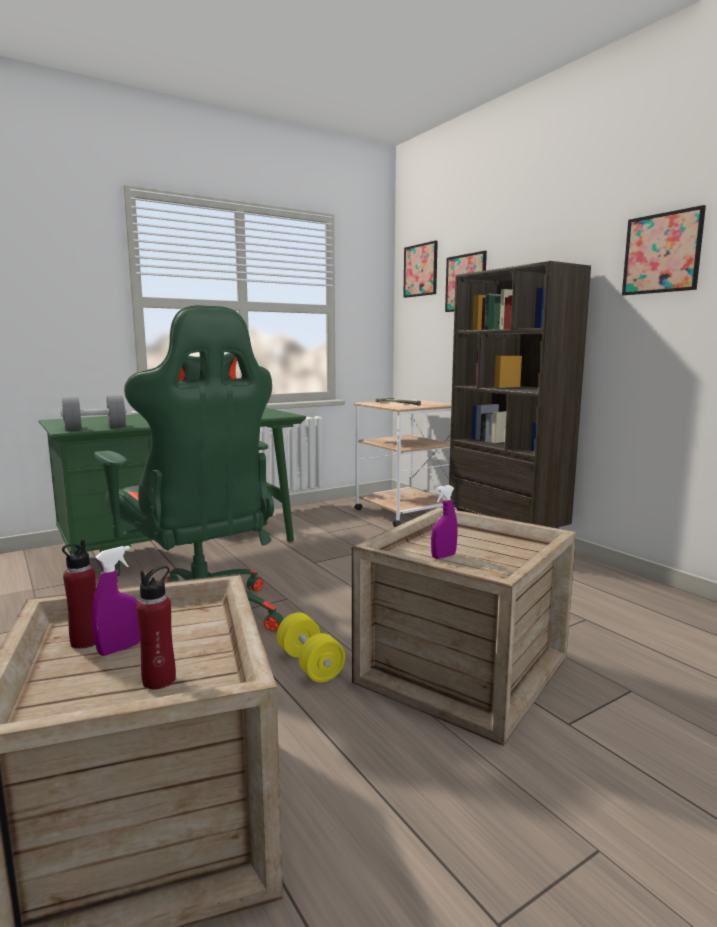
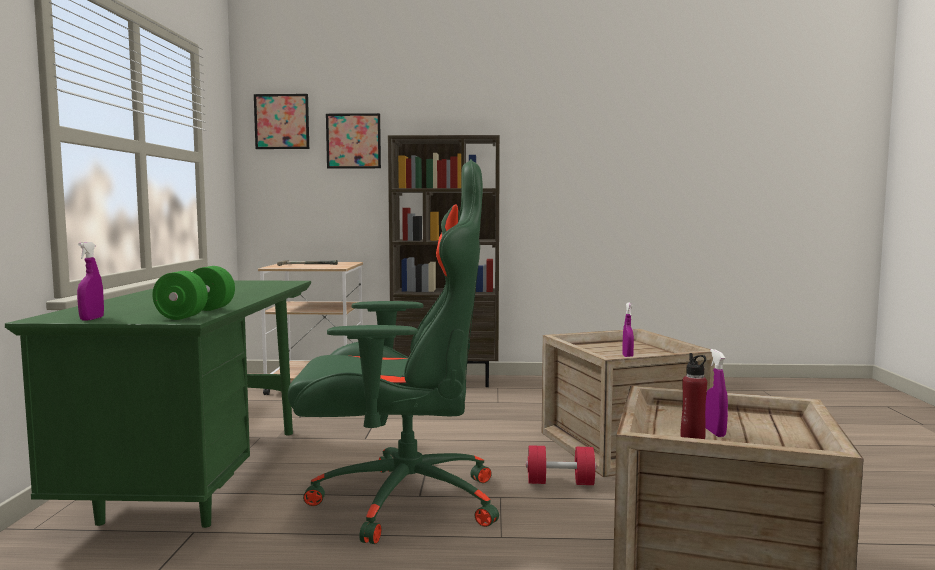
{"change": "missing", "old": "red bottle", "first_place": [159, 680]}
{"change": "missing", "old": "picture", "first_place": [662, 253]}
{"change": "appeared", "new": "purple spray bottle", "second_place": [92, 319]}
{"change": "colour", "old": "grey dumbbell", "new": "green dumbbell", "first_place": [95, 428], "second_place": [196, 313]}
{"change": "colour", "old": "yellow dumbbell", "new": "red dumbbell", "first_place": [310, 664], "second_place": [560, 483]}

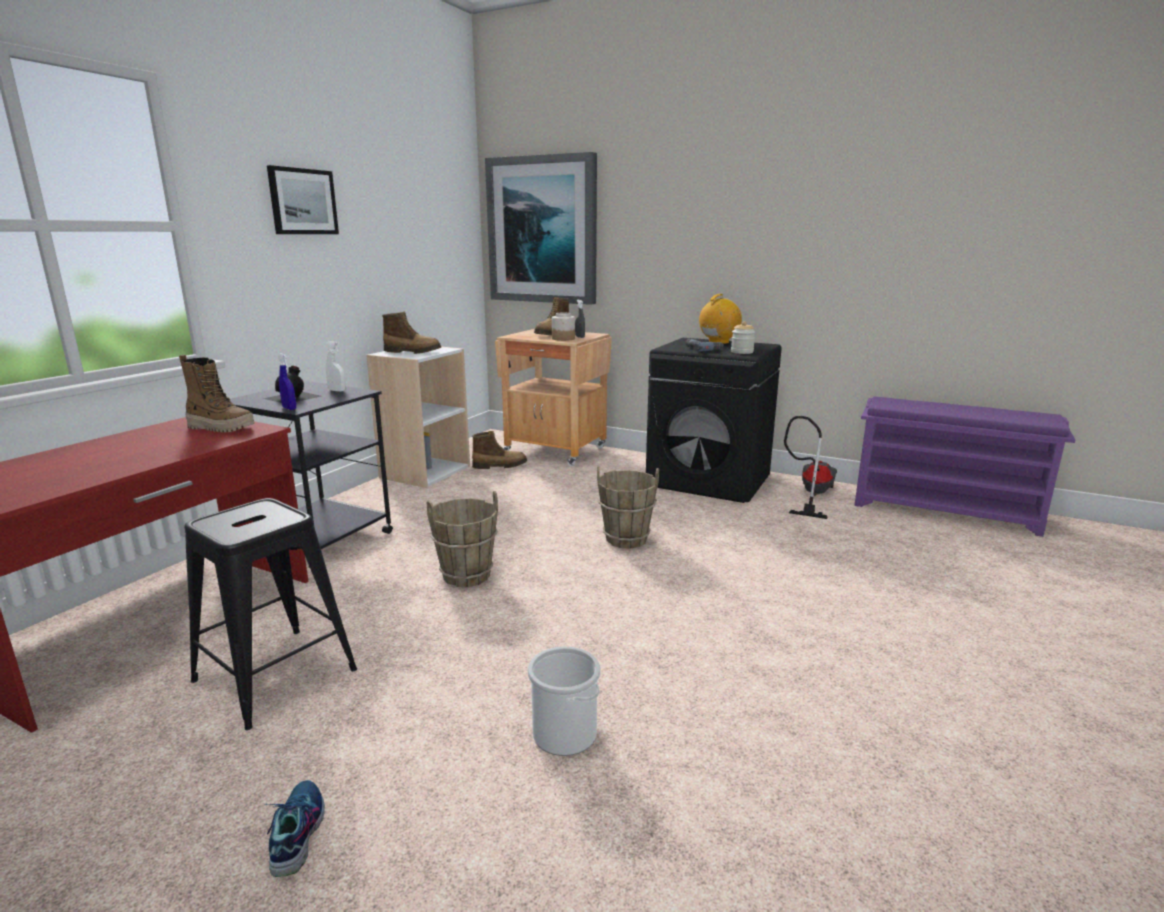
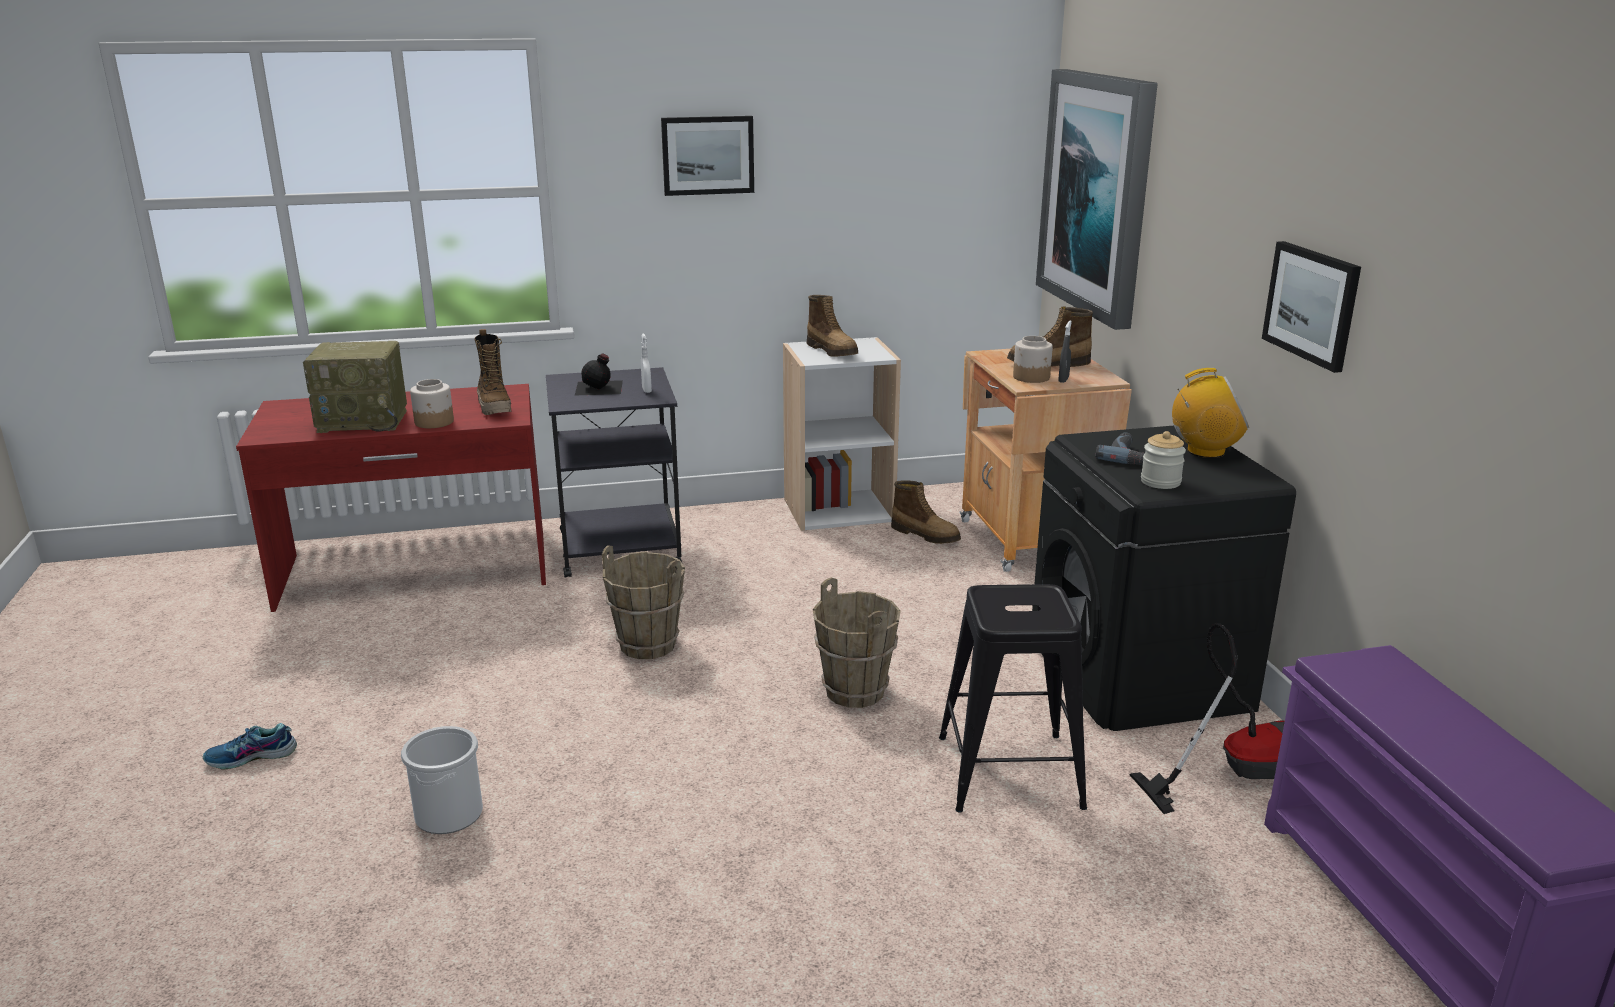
{"change": "missing", "old": "blue spray bottle", "first_place": [289, 408]}
{"change": "appeared", "new": "radio", "second_place": [365, 421]}
{"change": "appeared", "new": "jar", "second_place": [434, 422]}
{"change": "appeared", "new": "picture", "second_place": [1312, 304]}
{"change": "relocated", "old": "black stool", "first_place": [275, 675], "second_place": [1010, 771]}
{"change": "spun", "old": "shoe", "first_place": [296, 833], "second_place": [251, 757], "degrees": -150}

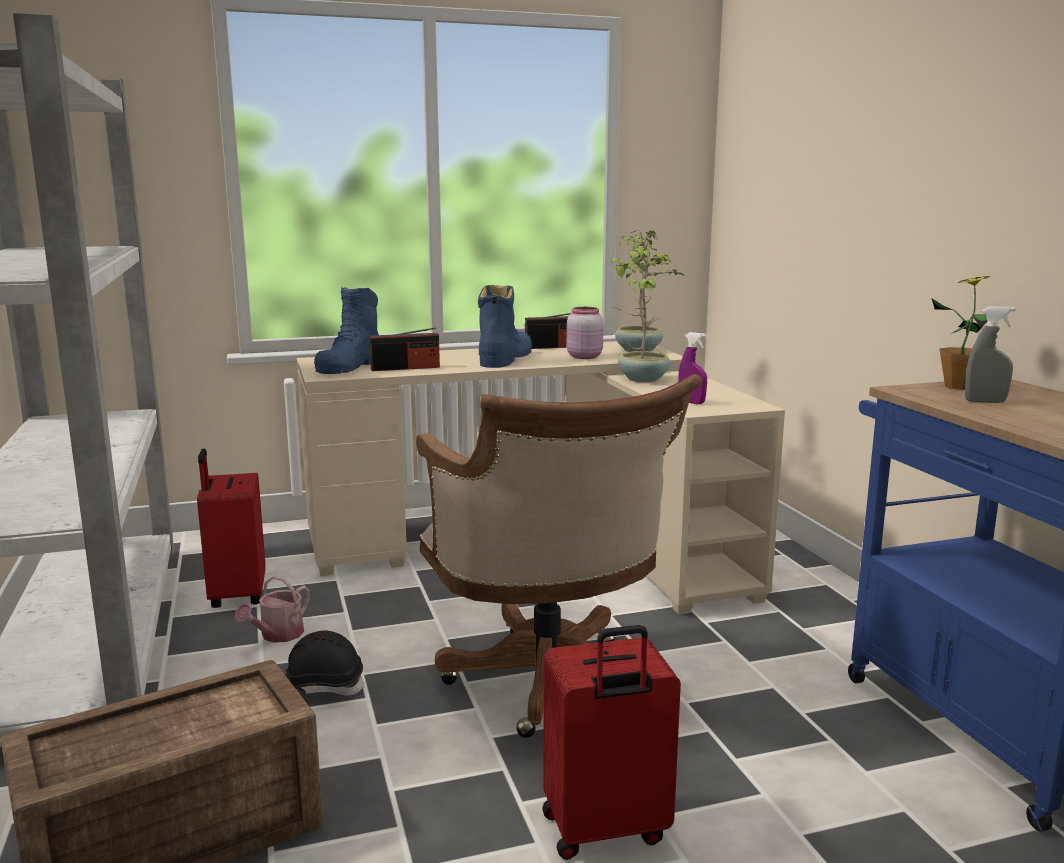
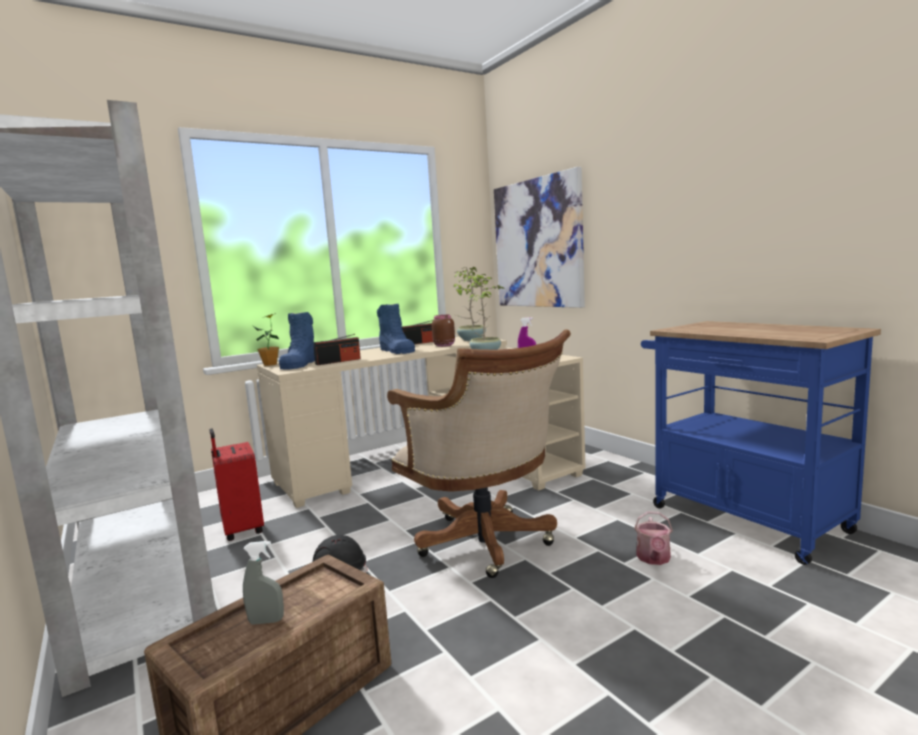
{"change": "missing", "old": "red suitcase", "first_place": [605, 830]}
{"change": "appeared", "new": "picture", "second_place": [537, 243]}
{"change": "relocated", "old": "watering can", "first_place": [278, 635], "second_place": [654, 559]}
{"change": "relocated", "old": "potted plant", "first_place": [958, 386], "second_place": [270, 364]}
{"change": "relocated", "old": "grey spray bottle", "first_place": [985, 401], "second_place": [266, 621]}
{"change": "colour", "old": "pink jar", "new": "brown jar", "first_place": [584, 357], "second_place": [444, 345]}
{"change": "spun", "old": "blue boot", "first_place": [505, 359], "second_place": [397, 351], "degrees": 150}

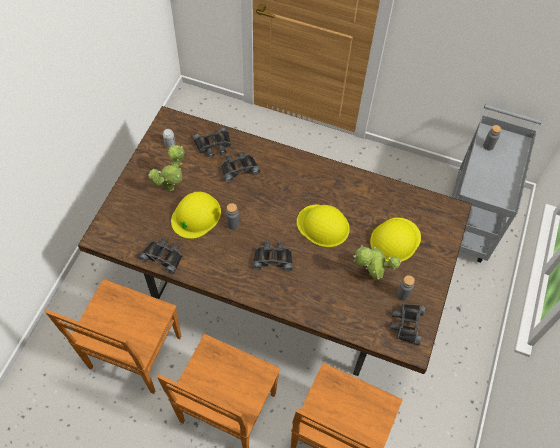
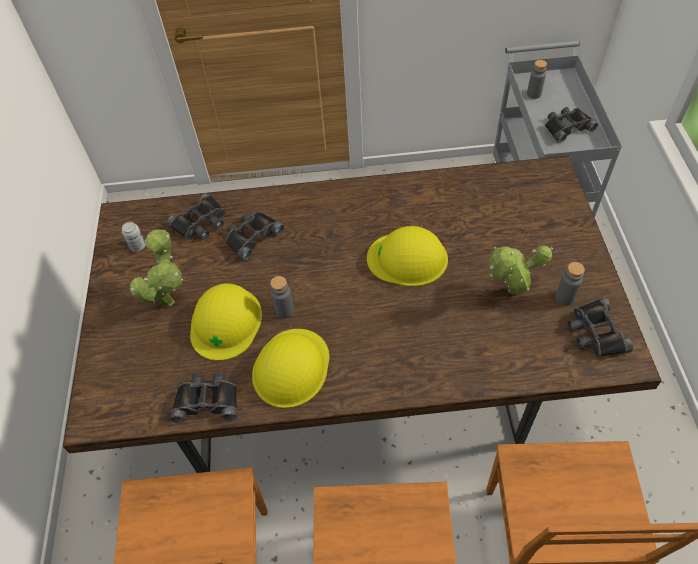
{"change": "relocated", "old": "black binoculars", "first_place": [273, 258], "second_place": [567, 127]}
{"change": "relocated", "old": "yellow hard hat", "first_place": [395, 240], "second_place": [291, 368]}

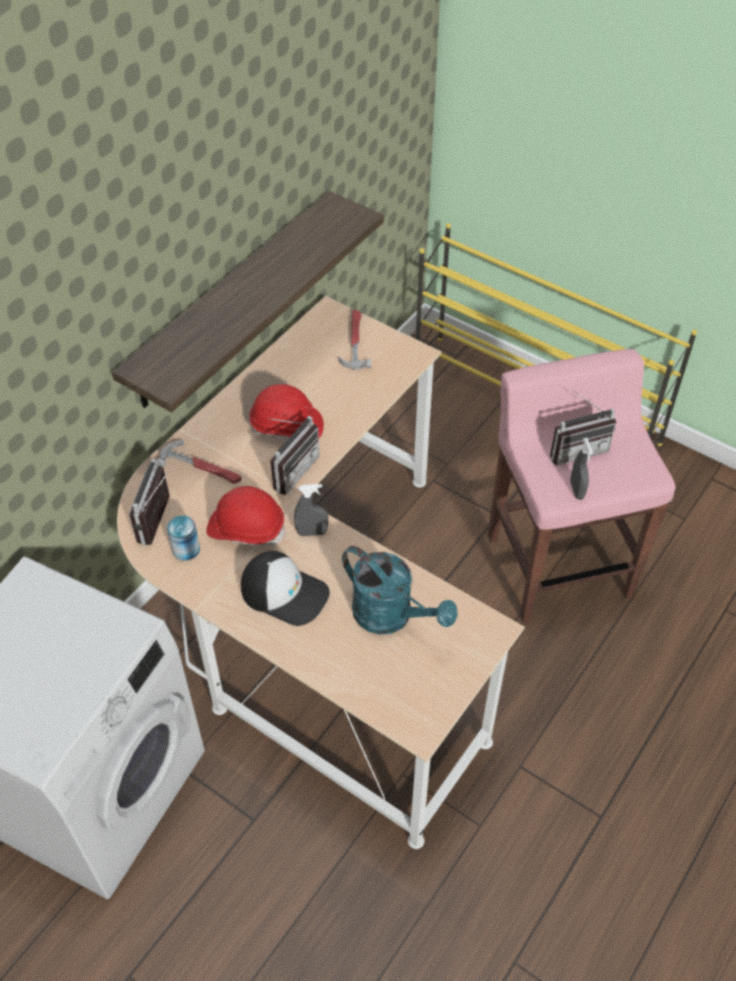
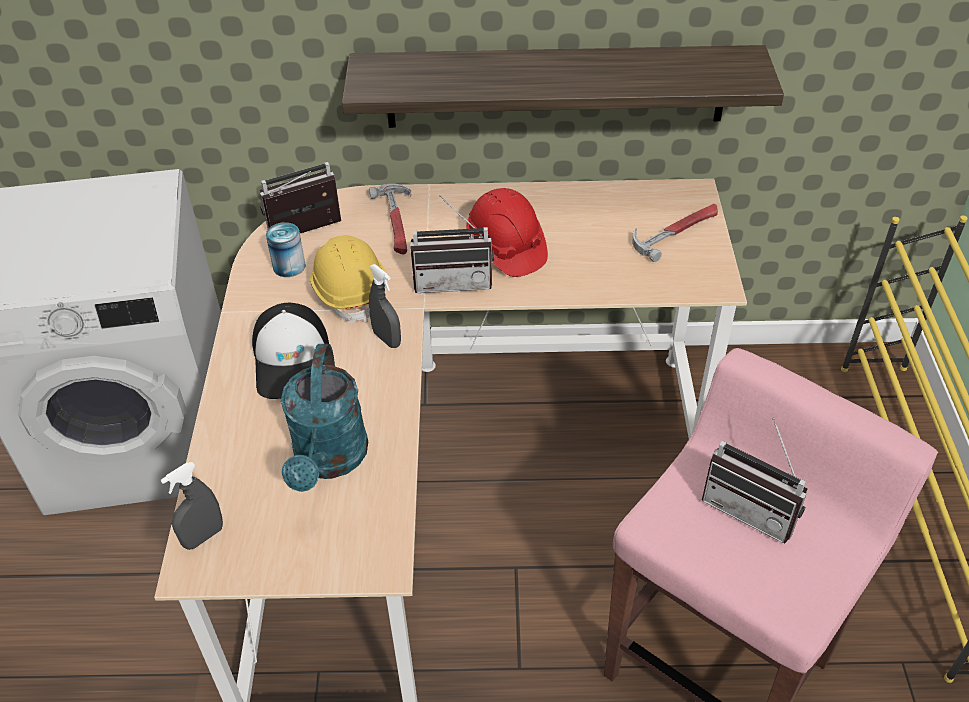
{"change": "relocated", "old": "grey spray bottle", "first_place": [577, 490], "second_place": [203, 537]}
{"change": "colour", "old": "red hard hat", "new": "yellow hard hat", "first_place": [246, 528], "second_place": [349, 291]}

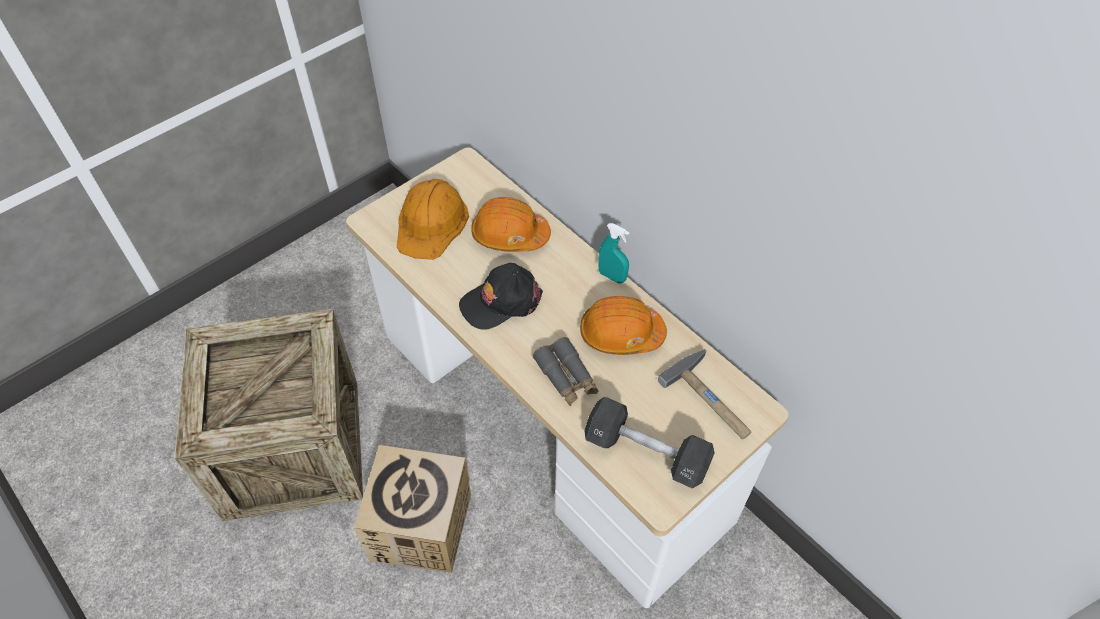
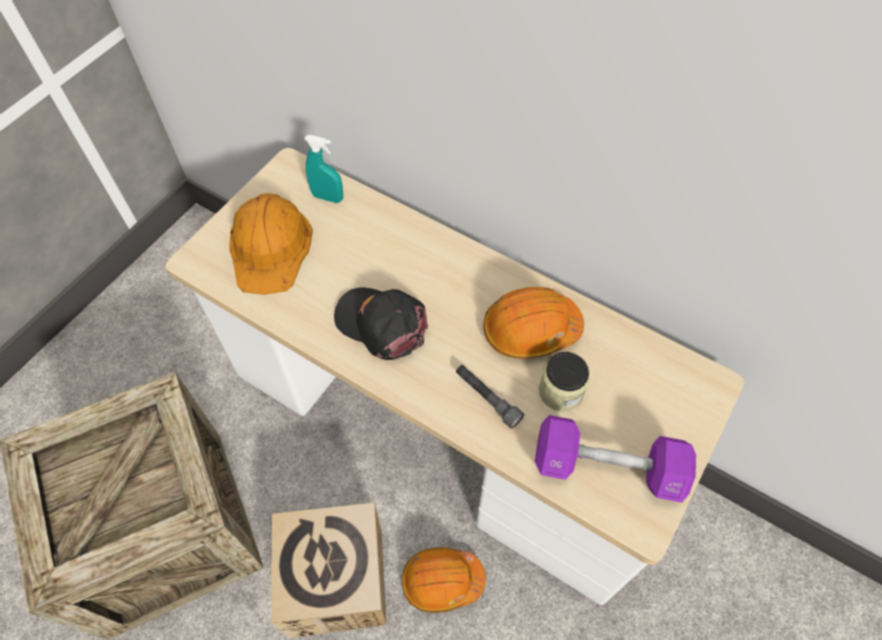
{"change": "missing", "old": "hammer", "first_place": [712, 400]}
{"change": "appeared", "new": "jar", "second_place": [560, 391]}
{"change": "relocated", "old": "orange hard hat", "first_place": [509, 235], "second_place": [442, 581]}
{"change": "relocated", "old": "turquoise spray bottle", "first_place": [612, 276], "second_place": [327, 197]}
{"change": "exchanged", "old": "grey binoculars", "new": "grey flashlight", "first_place": [566, 377], "second_place": [487, 398]}
{"change": "colour", "old": "black dumbbell", "new": "purple dumbbell", "first_place": [646, 452], "second_place": [607, 467]}
{"change": "spun", "old": "black cap", "first_place": [501, 301], "second_place": [382, 324], "degrees": 75}

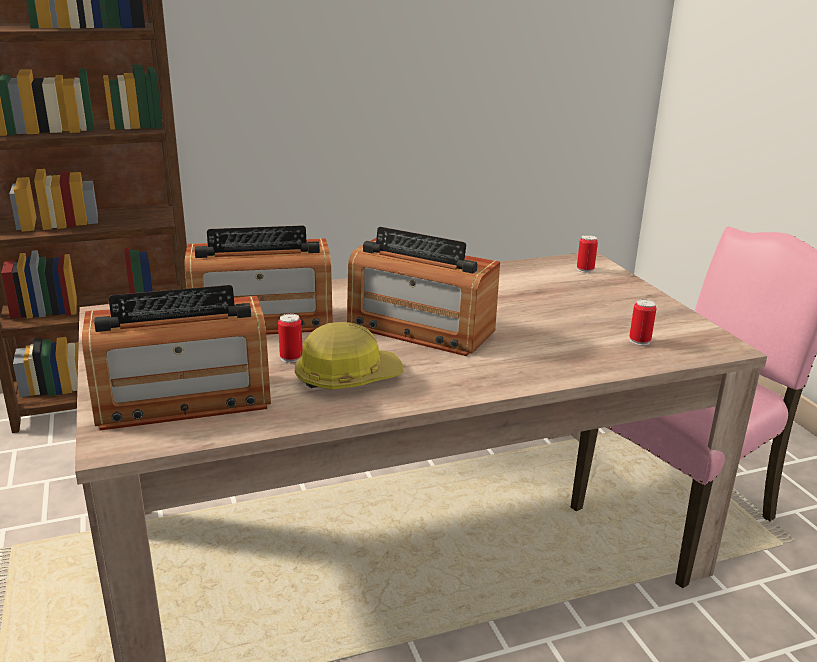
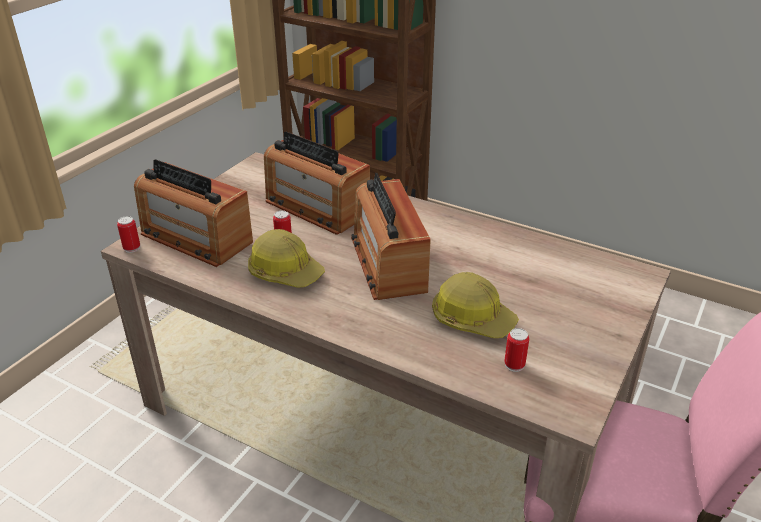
{"change": "appeared", "new": "hard hat", "second_place": [472, 318]}
{"change": "relocated", "old": "can", "first_place": [585, 270], "second_place": [132, 248]}

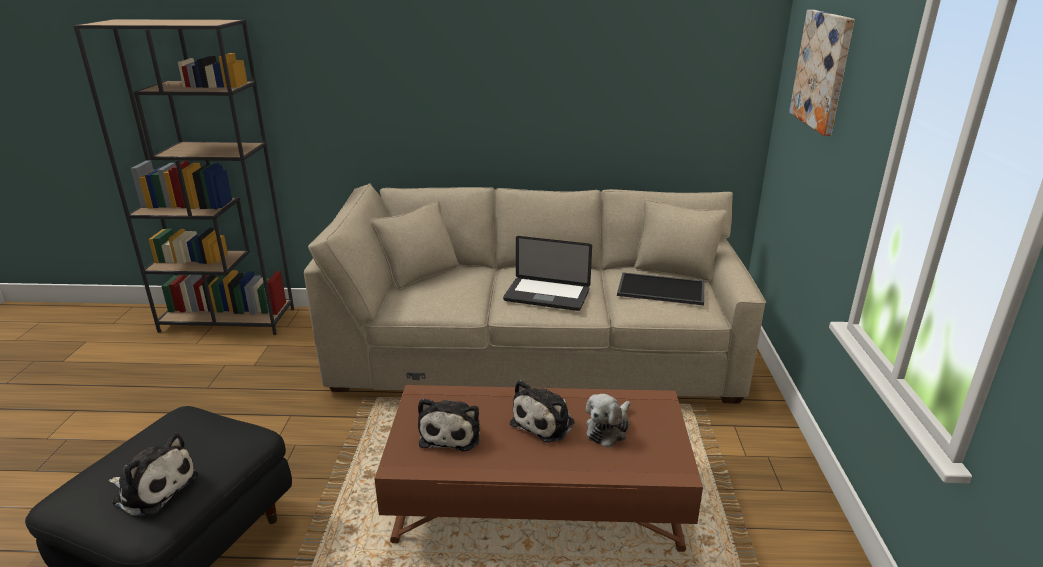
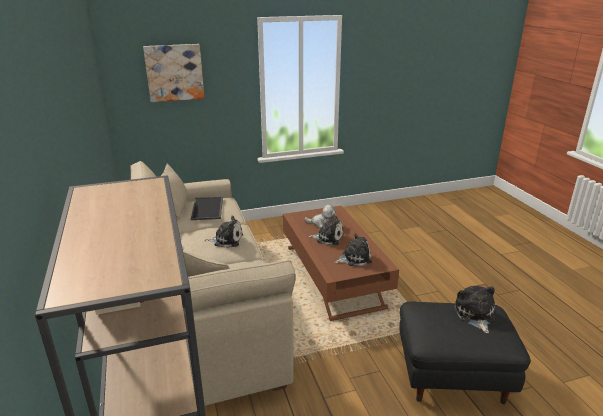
{"change": "exchanged", "old": "laptop", "new": "plush toy", "first_place": [547, 295], "second_place": [226, 240]}

